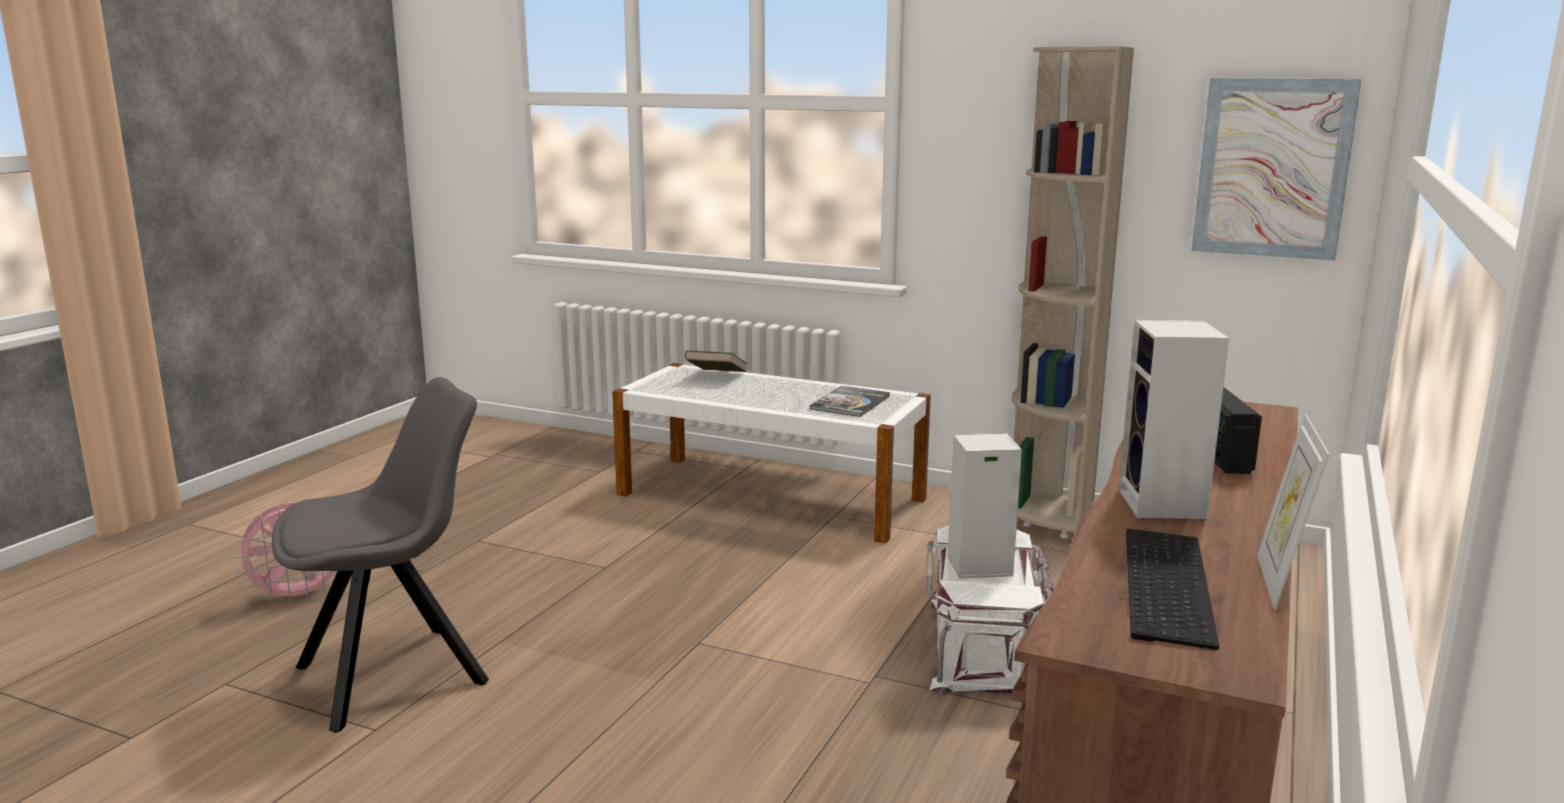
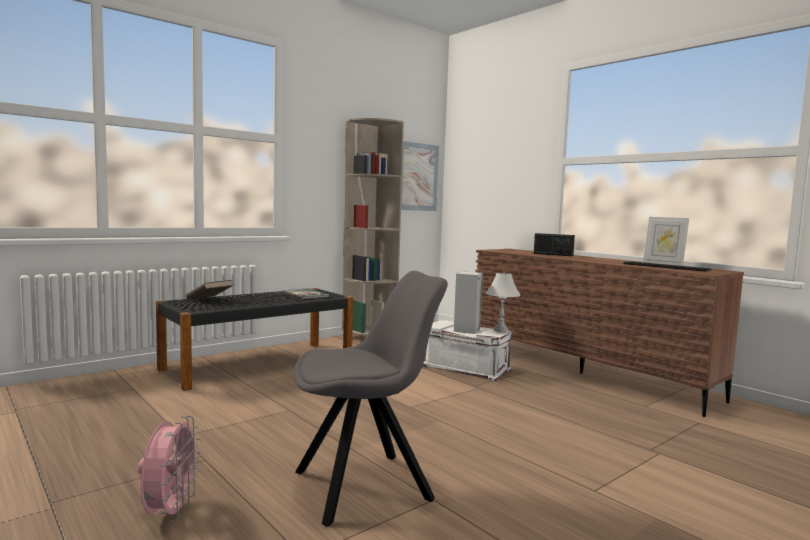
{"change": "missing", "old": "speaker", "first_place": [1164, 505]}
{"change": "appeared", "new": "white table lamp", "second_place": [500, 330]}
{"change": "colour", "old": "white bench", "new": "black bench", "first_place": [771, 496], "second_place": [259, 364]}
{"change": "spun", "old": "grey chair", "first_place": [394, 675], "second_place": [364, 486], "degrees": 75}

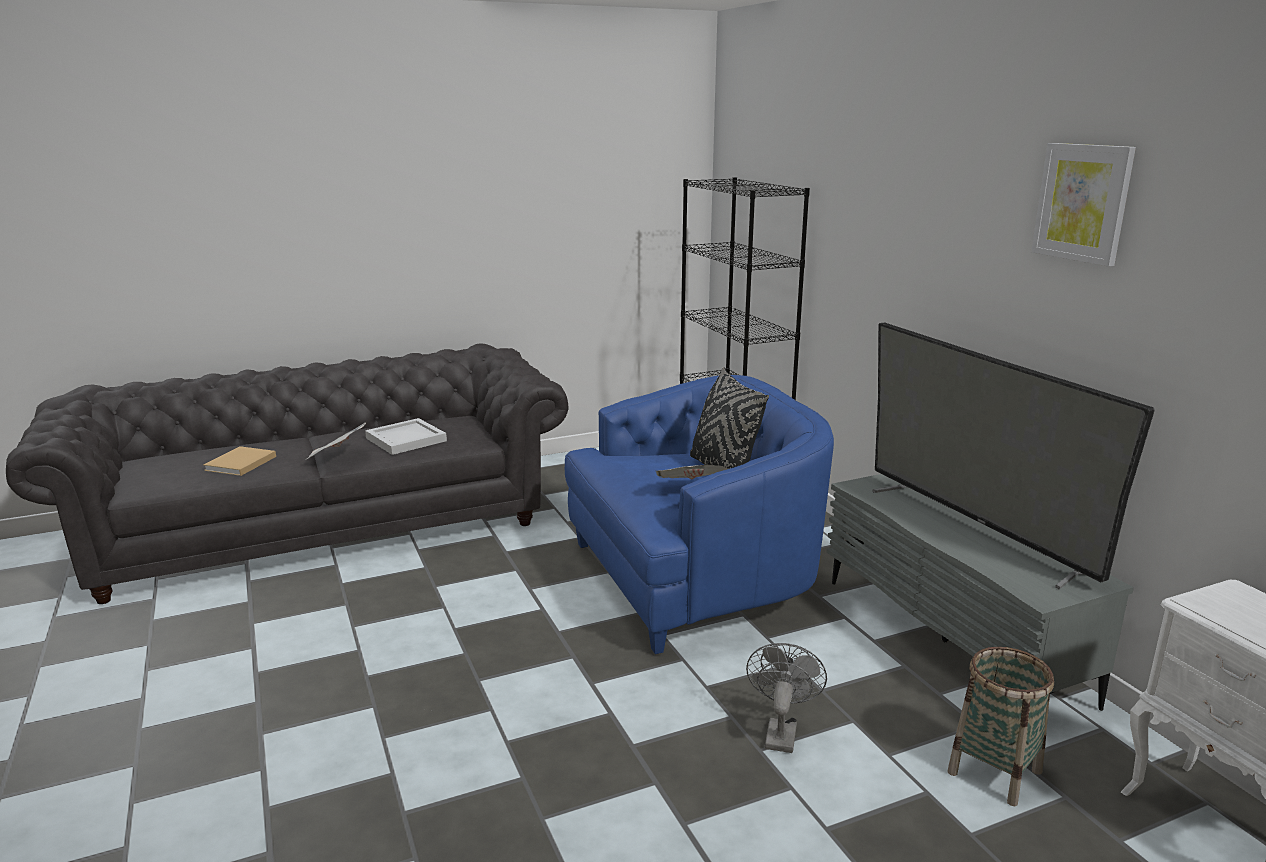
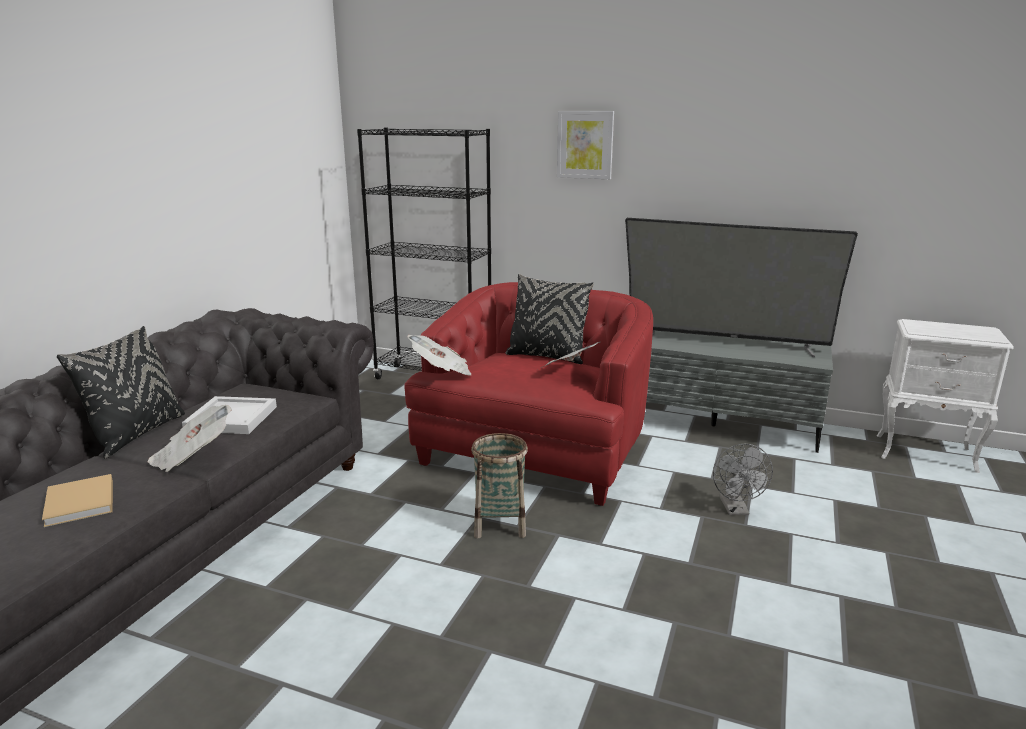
{"change": "appeared", "new": "black pillow", "second_place": [137, 434]}
{"change": "appeared", "new": "newspaper", "second_place": [441, 371]}
{"change": "relocated", "old": "basket", "first_place": [995, 772], "second_place": [500, 524]}
{"change": "relocated", "old": "picture", "first_place": [1083, 202], "second_place": [585, 145]}
{"change": "colour", "old": "blue armchair", "new": "red armchair", "first_place": [691, 579], "second_place": [535, 453]}
{"change": "spun", "old": "grey fan", "first_place": [780, 731], "second_place": [736, 509], "degrees": -150}

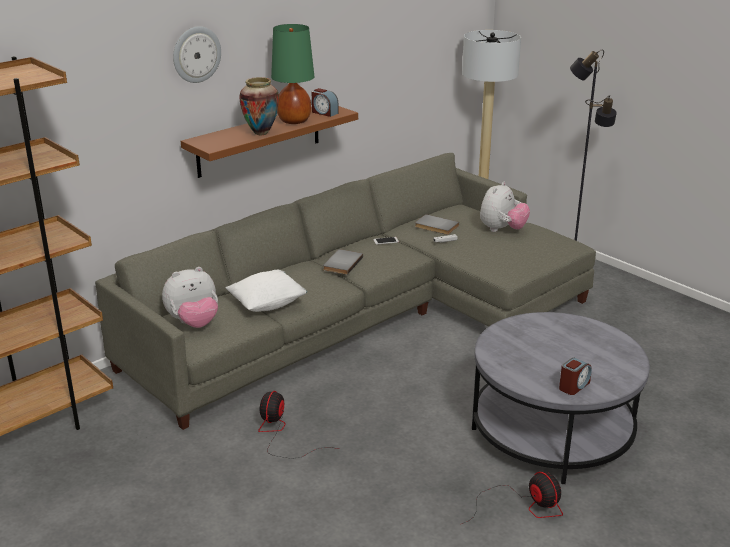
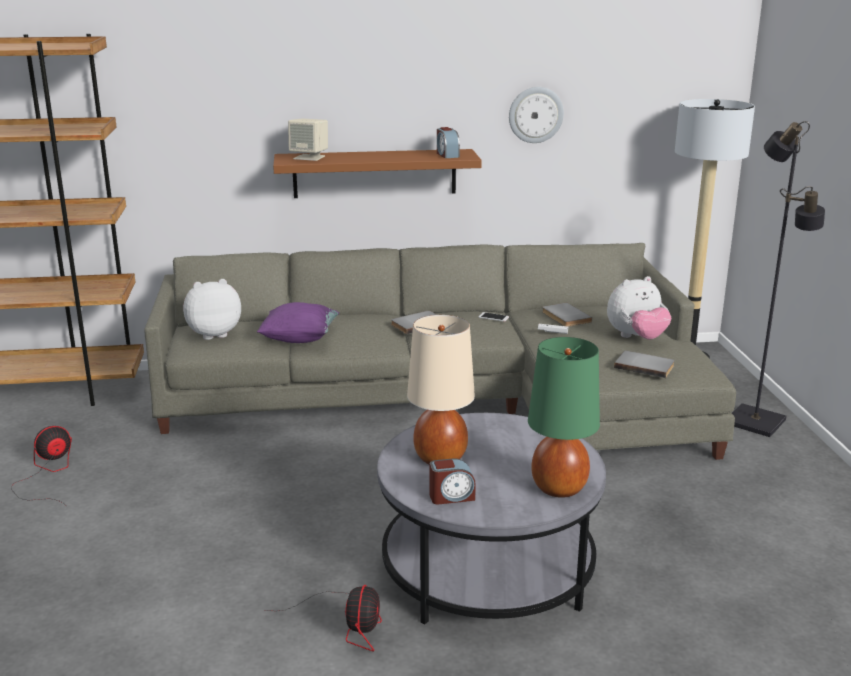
{"change": "missing", "old": "vase", "first_place": [261, 133]}
{"change": "appeared", "new": "beige speaker", "second_place": [310, 157]}
{"change": "appeared", "new": "beige table lamp", "second_place": [440, 458]}
{"change": "appeared", "new": "grey book", "second_place": [645, 366]}
{"change": "relocated", "old": "wall clock", "first_place": [196, 54], "second_place": [535, 114]}
{"change": "relocated", "old": "fan", "first_place": [281, 434], "second_place": [48, 474]}
{"change": "relocated", "old": "green table lamp", "first_place": [294, 121], "second_place": [558, 488]}
{"change": "colour", "old": "white pillow", "new": "purple pillow", "first_place": [267, 304], "second_place": [299, 339]}
{"change": "spun", "old": "plush toy", "first_place": [194, 323], "second_place": [213, 334], "degrees": 150}

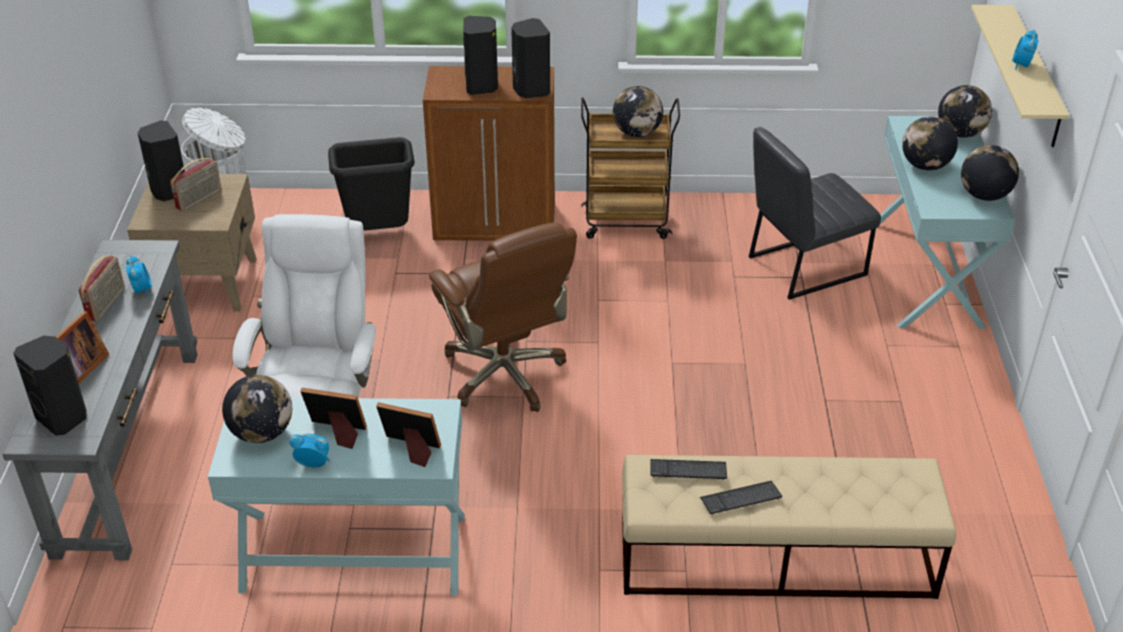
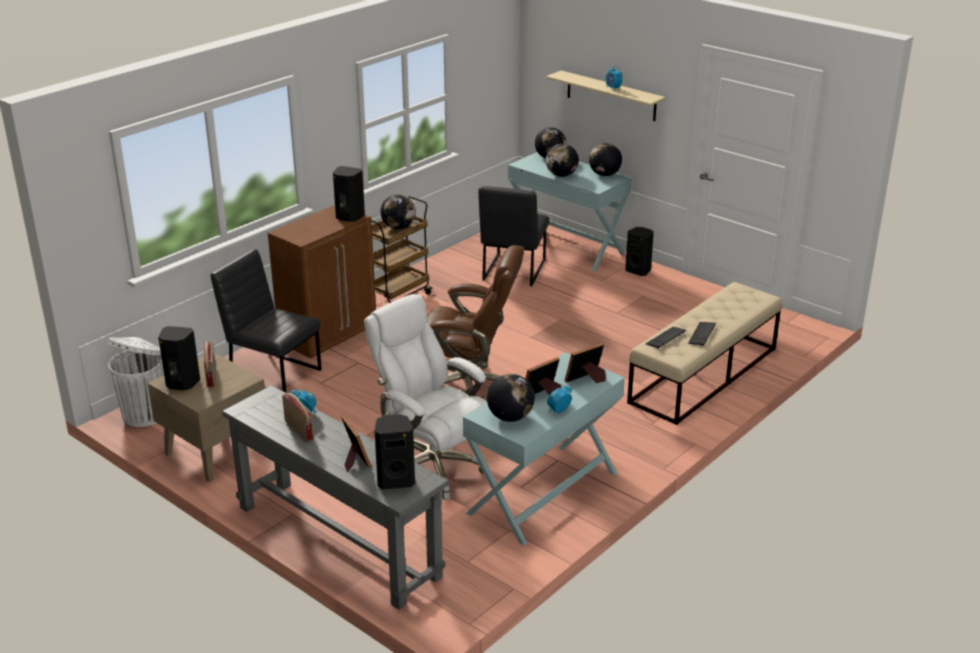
{"change": "relocated", "old": "black speaker", "first_place": [482, 86], "second_place": [638, 271]}
{"change": "exchanged", "old": "black trash can", "new": "grey chair", "first_place": [379, 234], "second_place": [273, 372]}

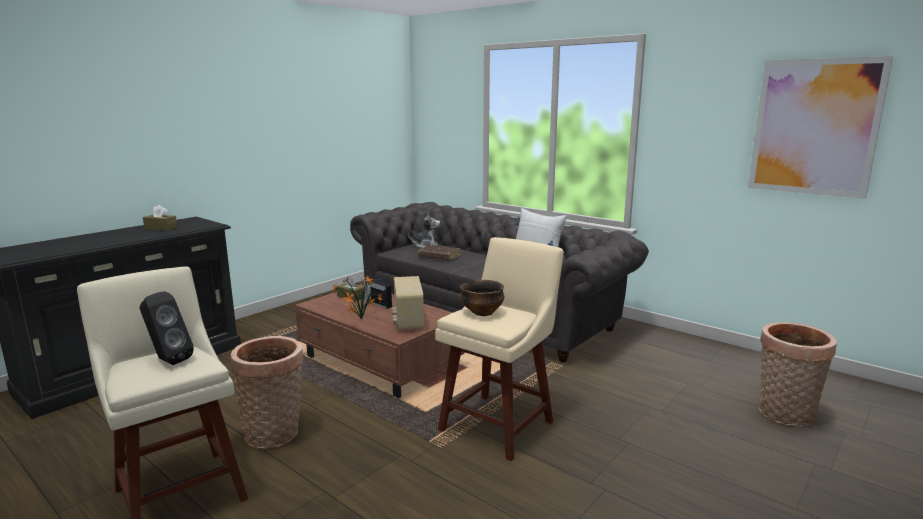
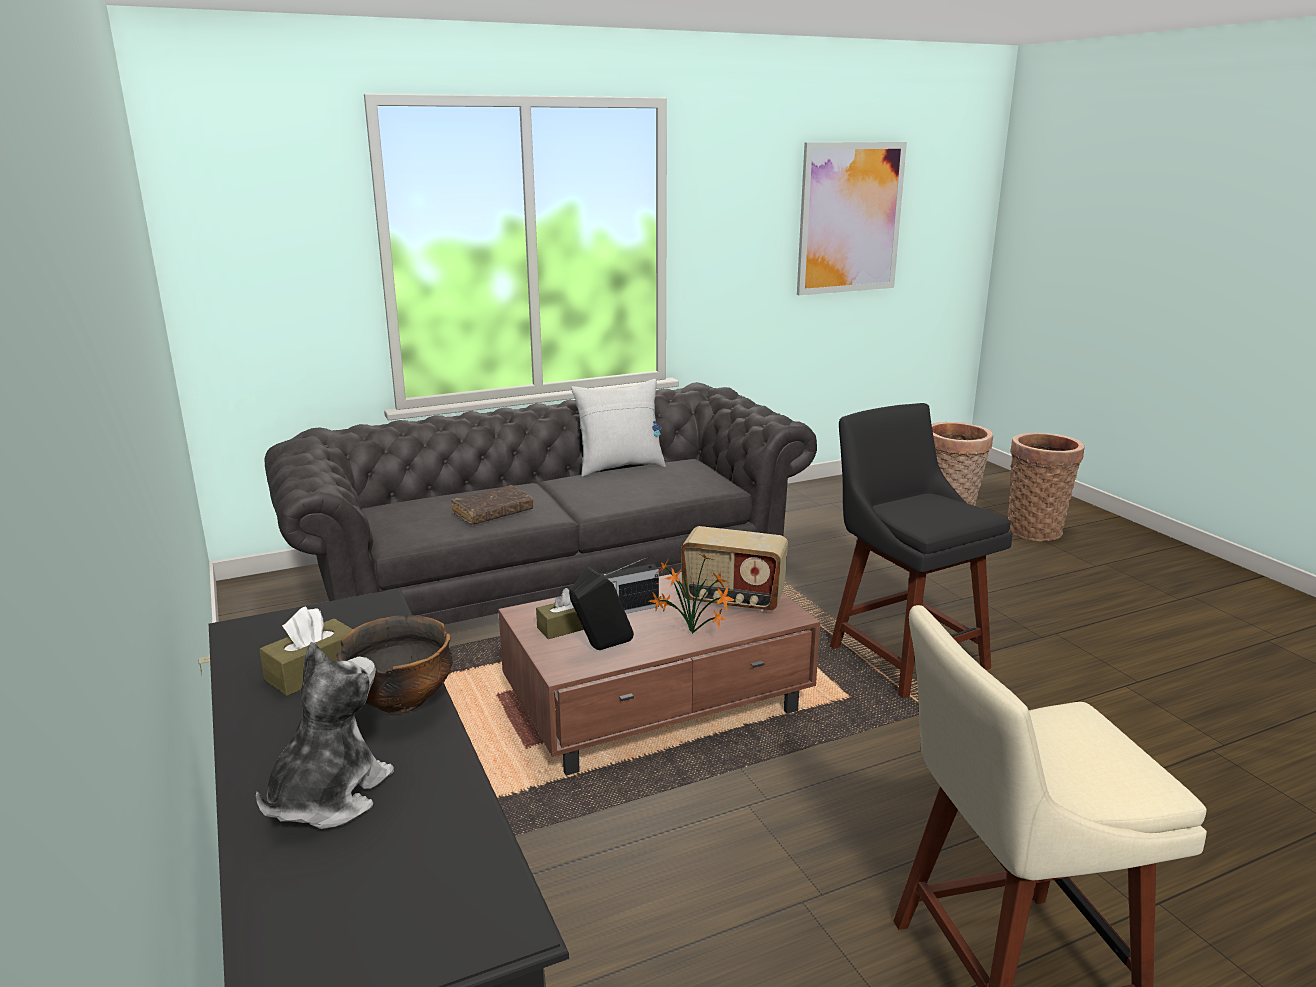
{"change": "relocated", "old": "black speaker", "first_place": [167, 360], "second_place": [600, 649]}
{"change": "relocated", "old": "basket", "first_place": [275, 434], "second_place": [1034, 529]}
{"change": "relocated", "old": "plush toy", "first_place": [425, 245], "second_place": [328, 796]}
{"change": "relocated", "old": "bowl", "first_place": [482, 313], "second_place": [400, 701]}
{"change": "colour", "old": "beige stool", "new": "black stool", "first_place": [499, 423], "second_place": [904, 654]}

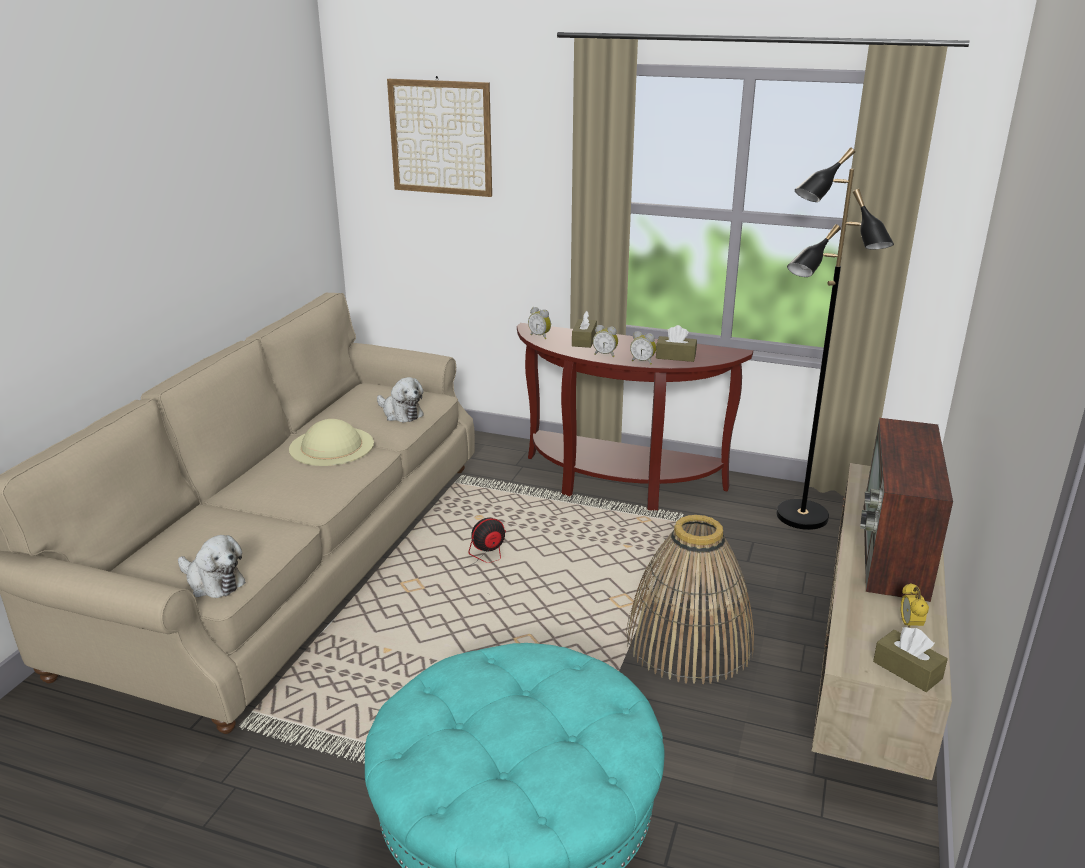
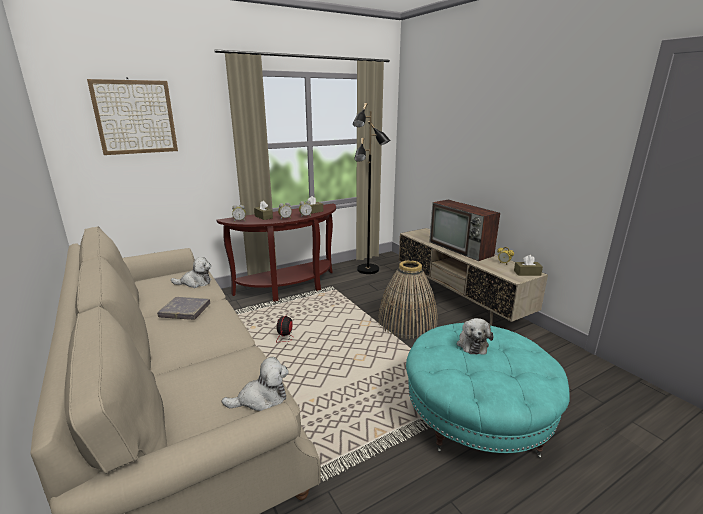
{"change": "appeared", "new": "plush toy", "second_place": [472, 344]}
{"change": "exchanged", "old": "beige hat", "new": "grey book", "first_place": [331, 446], "second_place": [185, 311]}

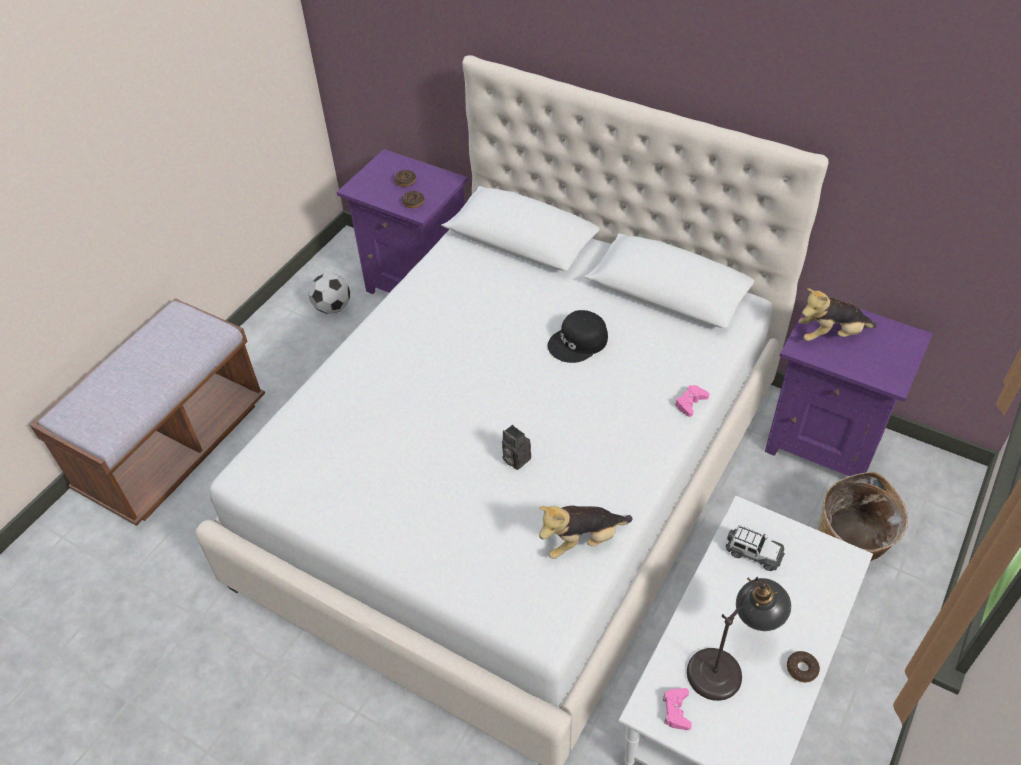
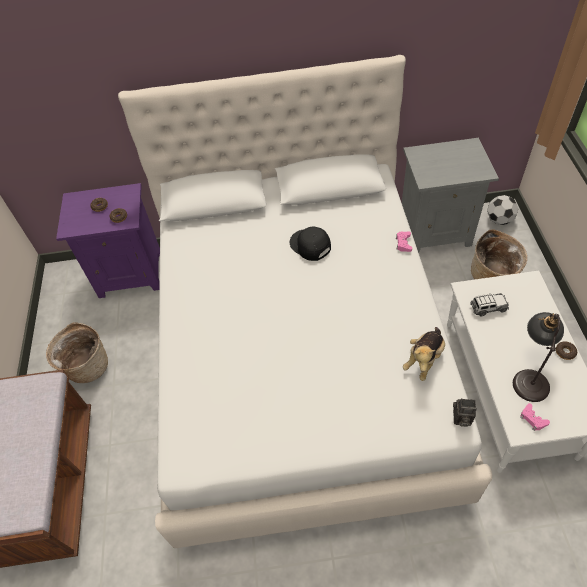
{"change": "missing", "old": "plush toy", "first_place": [831, 335]}
{"change": "appeared", "new": "basket", "second_place": [86, 366]}
{"change": "relocated", "old": "football", "first_place": [332, 308], "second_place": [499, 220]}
{"change": "relocated", "old": "photo camera", "first_place": [514, 459], "second_place": [460, 419]}
{"change": "colour", "old": "purple nightstand", "new": "grey nightstand", "first_place": [824, 445], "second_place": [436, 233]}
{"change": "spun", "old": "black cap", "first_place": [578, 342], "second_place": [309, 245], "degrees": 120}

